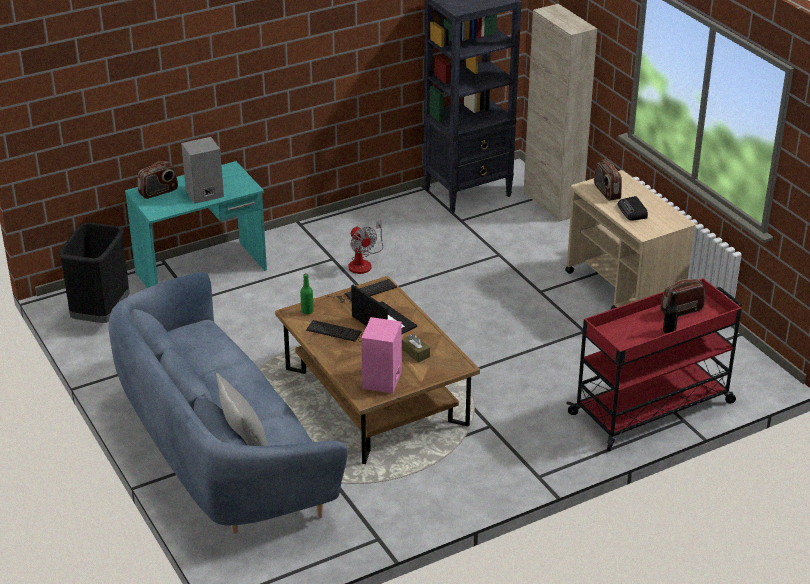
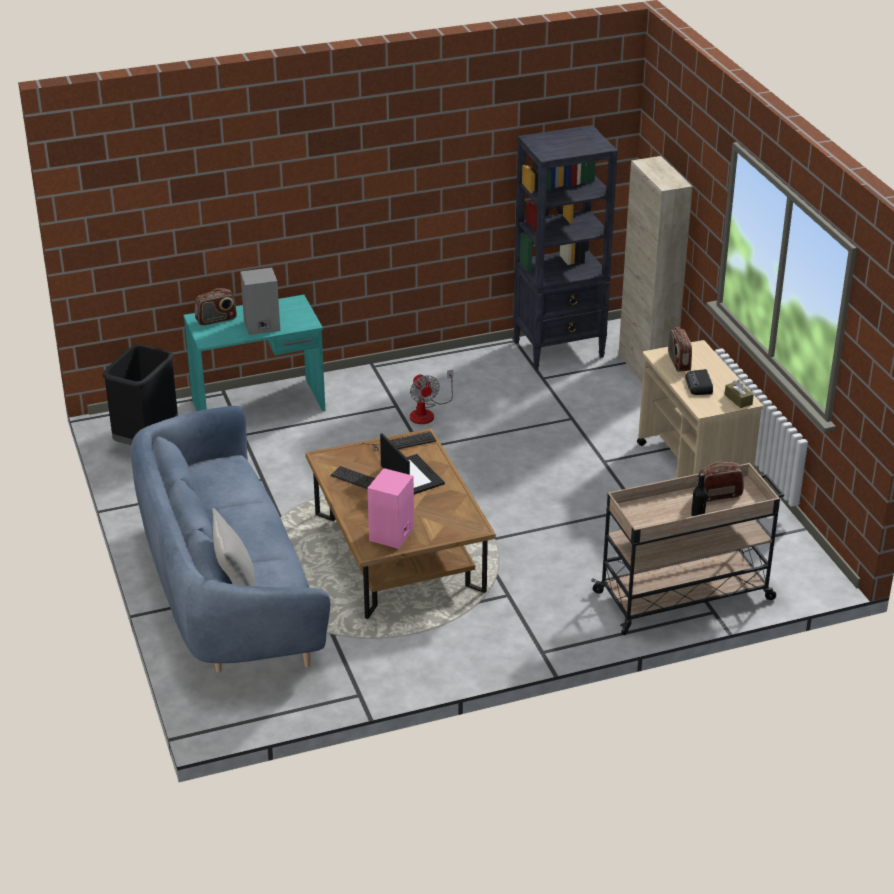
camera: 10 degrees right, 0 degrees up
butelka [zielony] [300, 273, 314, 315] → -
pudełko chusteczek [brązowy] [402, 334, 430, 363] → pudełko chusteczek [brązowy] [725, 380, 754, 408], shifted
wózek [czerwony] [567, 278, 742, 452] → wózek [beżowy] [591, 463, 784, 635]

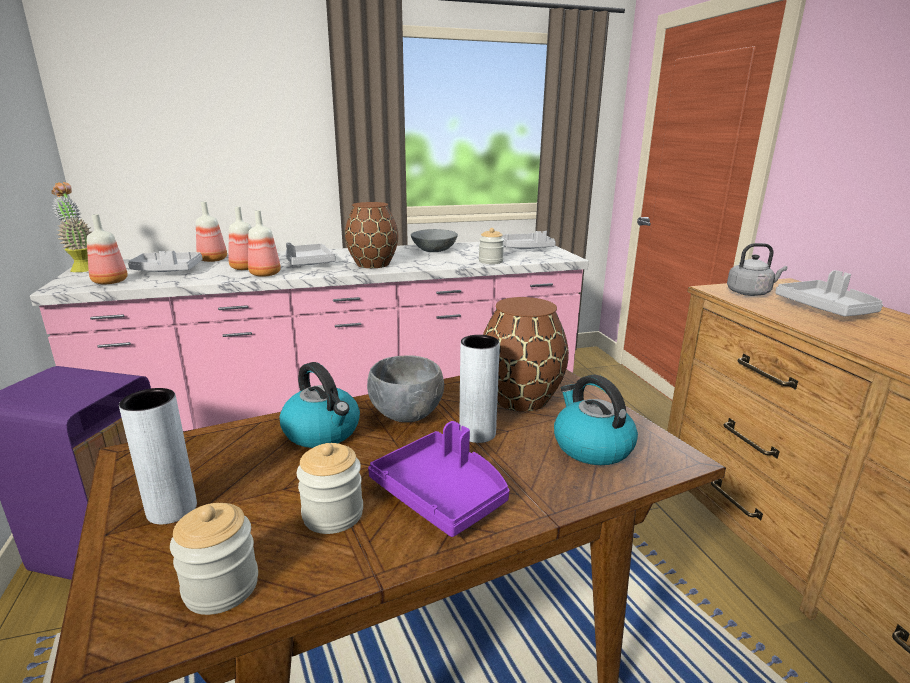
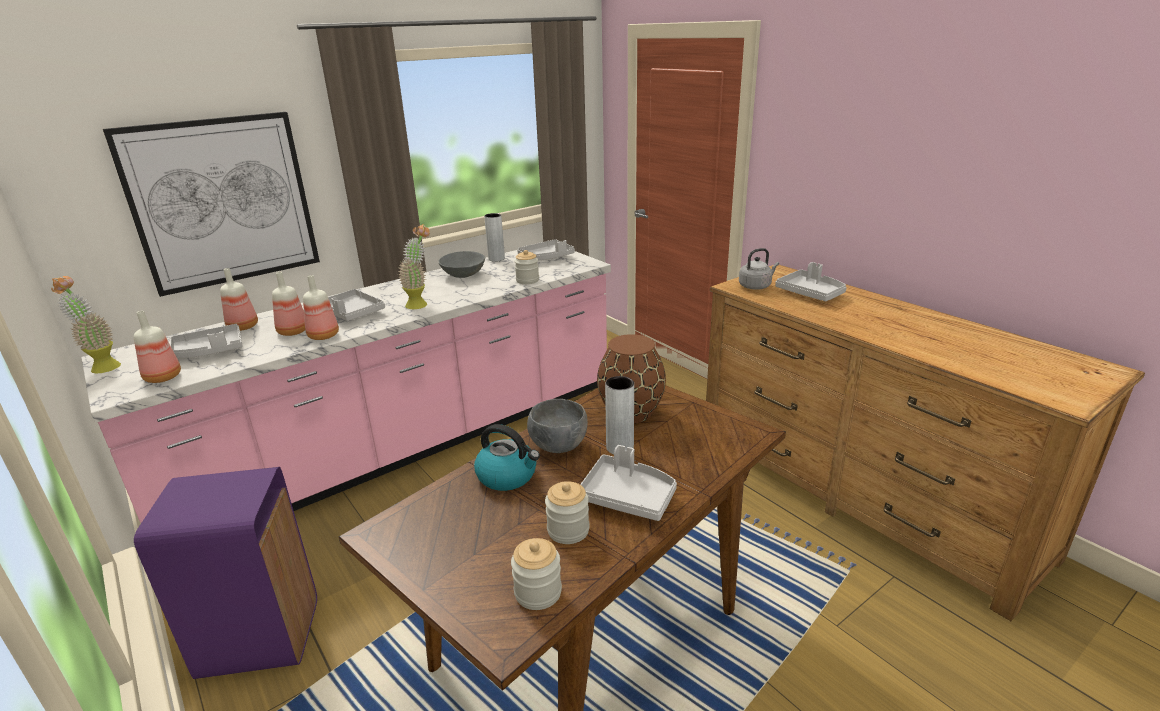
camera: 20 degrees left, 5 degrees up
czajnik [554, 375, 638, 465] → -
- → obraz [103, 112, 320, 297]
wazon [szary] [119, 388, 197, 524] → wazon [szary] [484, 213, 505, 262], shifted
wazon [brązowy] [345, 202, 398, 268] → roślina doniczkowa [398, 224, 430, 309]
taca [fioletowy] [368, 421, 509, 537] → taca [szary] [580, 445, 677, 521]

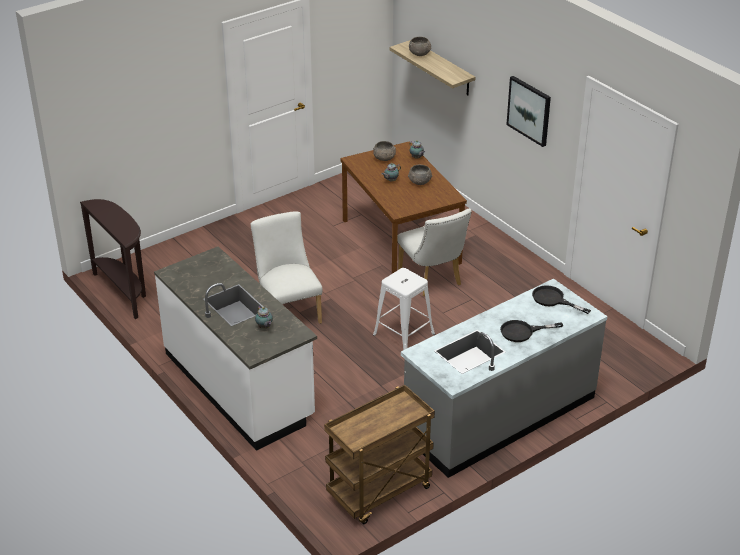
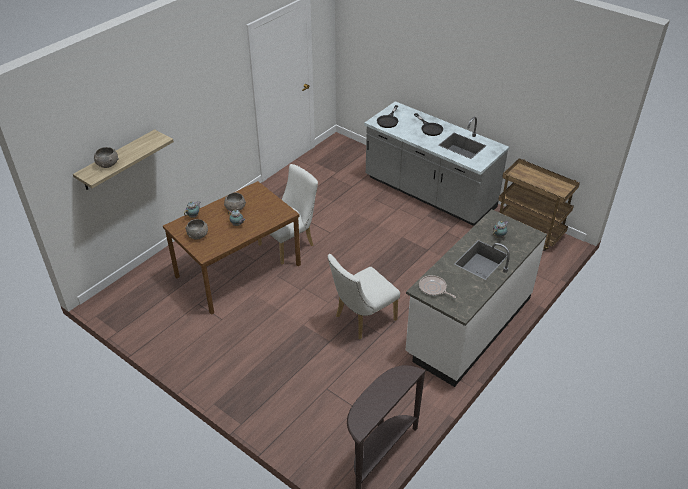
camera: 105 degrees left, 5 degrees up
stołek [biały] [373, 268, 435, 350] → -
obraz [506, 76, 551, 147] → -
- → patelnia [419, 275, 456, 298]

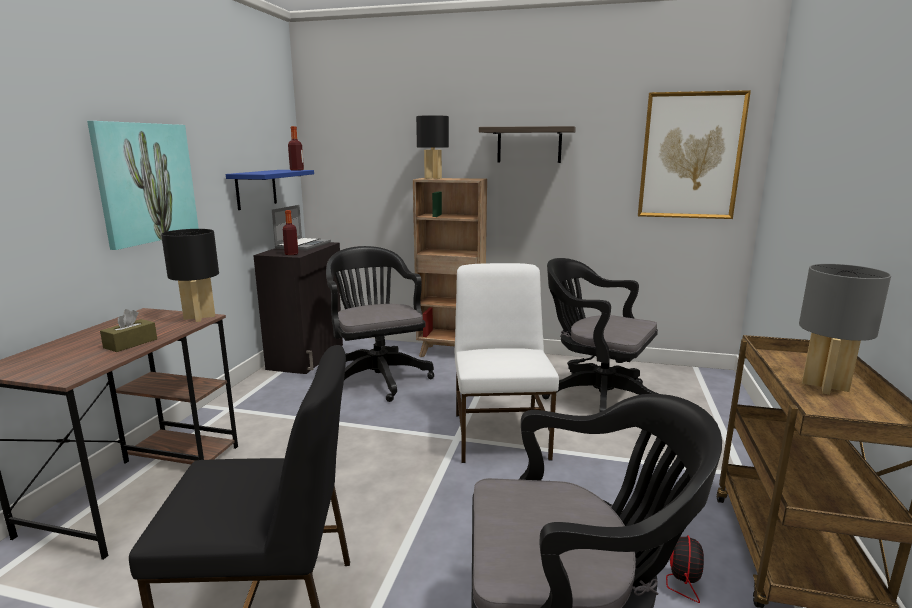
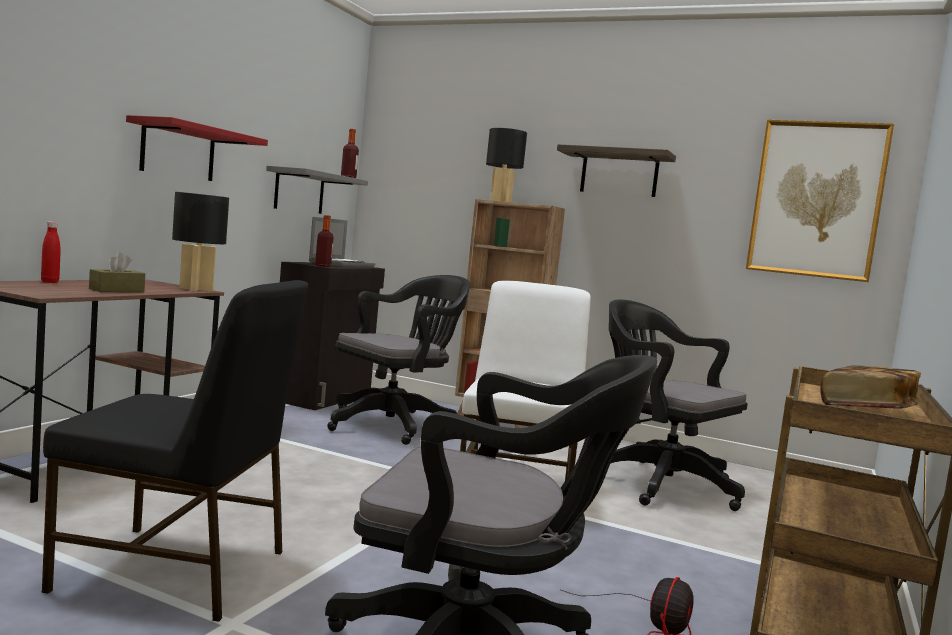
camera: 10 degrees right, 10 degrees down
- → butelka [czerwony] [41, 221, 61, 283]
obraz [87, 121, 199, 250] → półka [czerwony] [126, 115, 268, 181]
lampa stołowa [szary] [799, 264, 891, 395] → książka [820, 366, 921, 408]
półka [niebieski] [226, 170, 314, 210] → półka [szary] [266, 166, 368, 214]
krzesło biurowe [czarny] [326, 246, 435, 402] → krzesło biurowe [czarny] [327, 275, 470, 445], 60 degrees clockwise

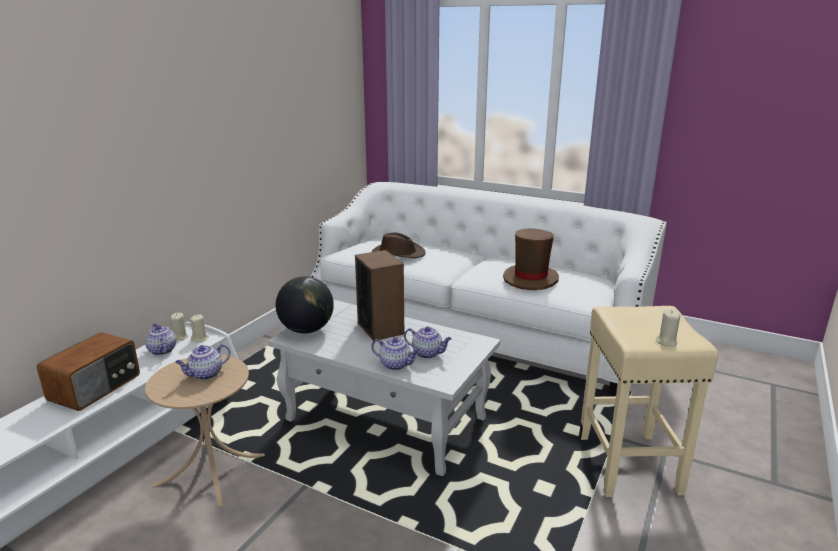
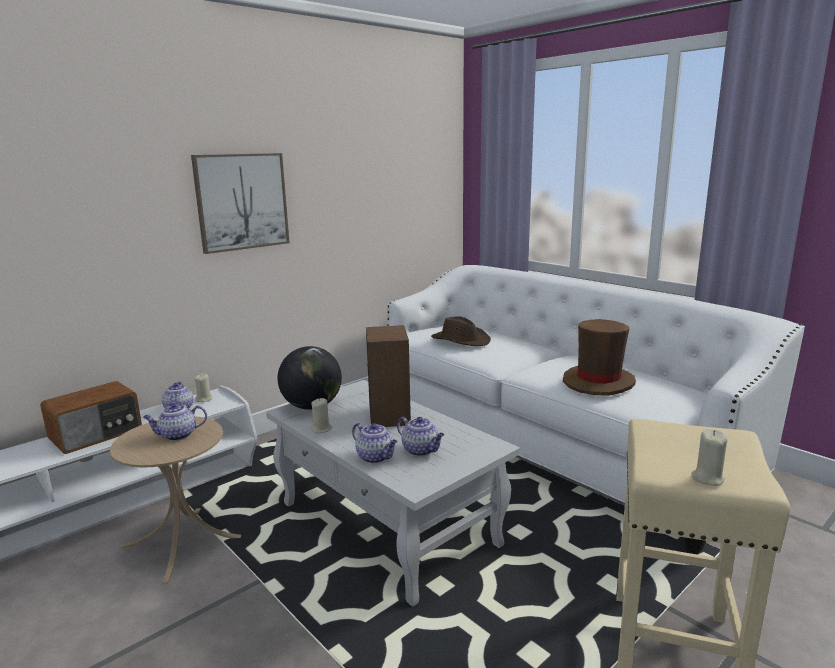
camera: 20 degrees right, 5 degrees down
- → obraz [191, 153, 290, 254]
świeca [beżowy] [190, 314, 209, 343] → świeca [beżowy] [311, 398, 332, 433], shifted

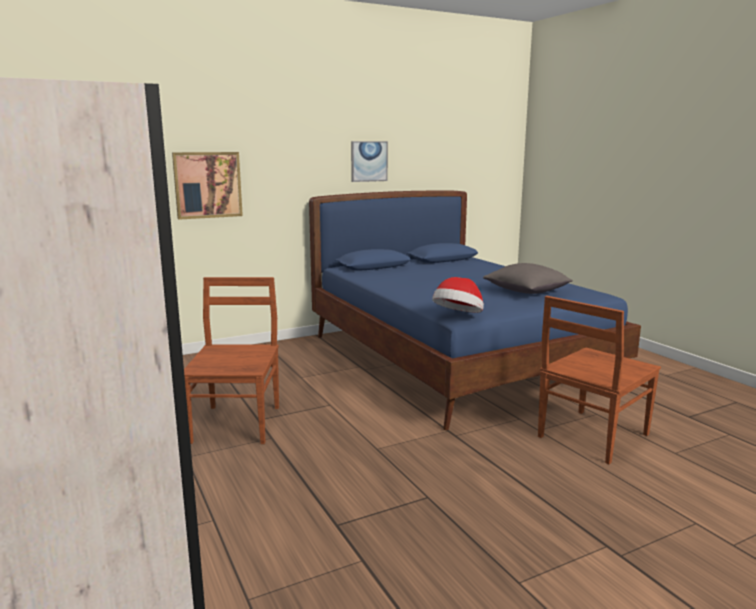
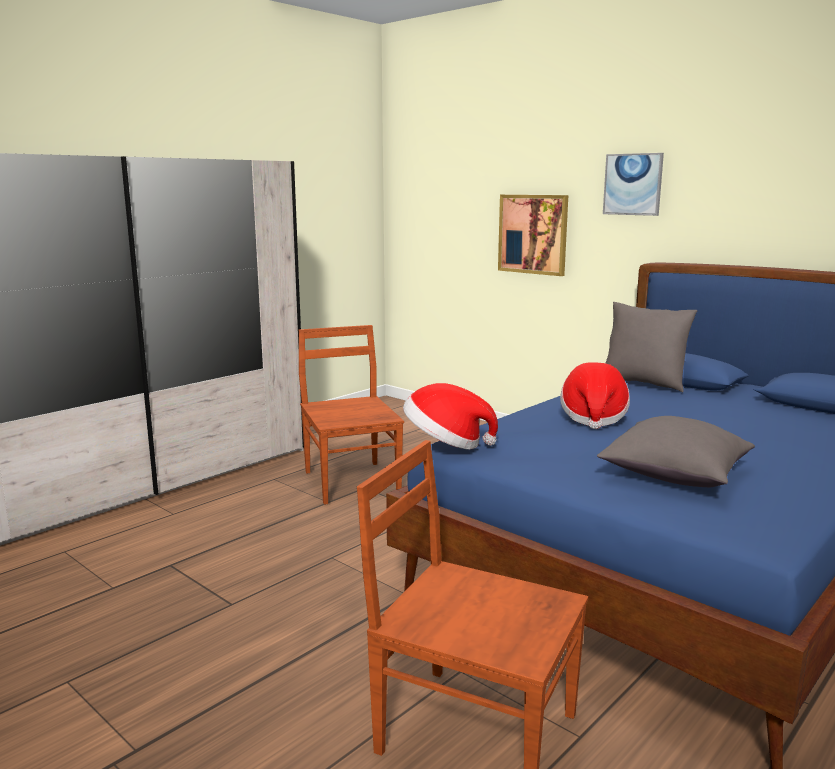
camera: 70 degrees right, 0 degrees up
- → kapelusz [560, 362, 630, 429]
- → poduszka [szary] [606, 302, 698, 393]
obraz [351, 141, 388, 182] → obraz [603, 153, 664, 216], shifted
krzesło [brązowy] [184, 277, 279, 444] → krzesło [brązowy] [299, 325, 404, 505], 90 degrees counterclockwise

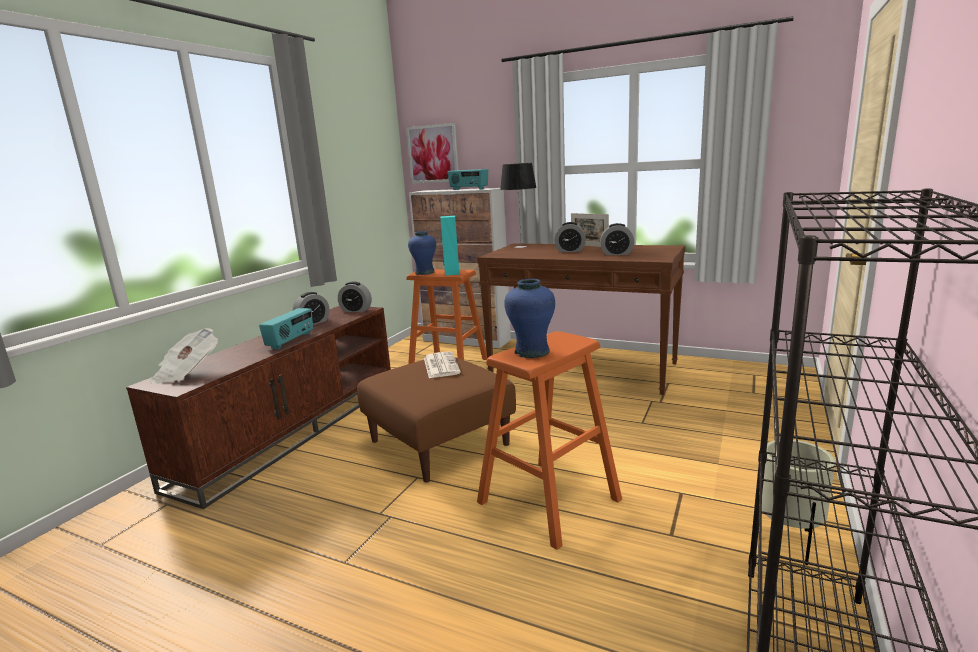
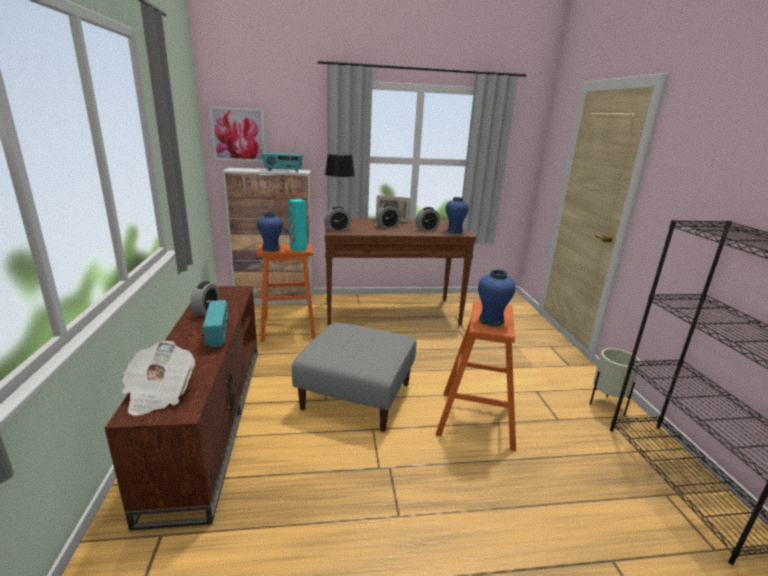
camera: 35 degrees left, 5 degrees up
gazeta [424, 351, 461, 378] → -
- → wazon [niebieski] [445, 197, 469, 234]
budzik [338, 282, 372, 312] → budzik [325, 206, 351, 231], shifted
pufa [brązowy] [357, 357, 516, 483] → pufa [szary] [292, 323, 416, 432]

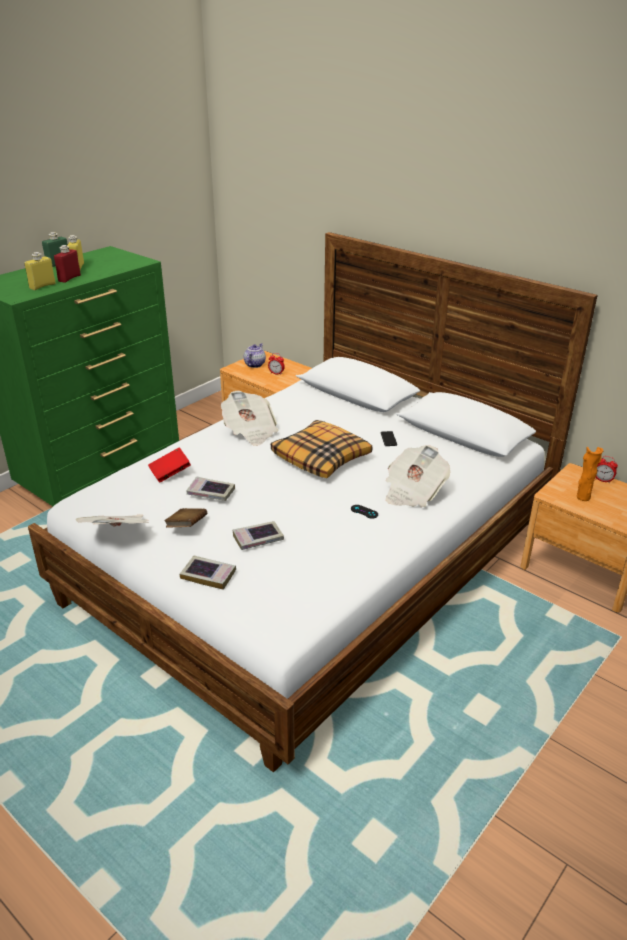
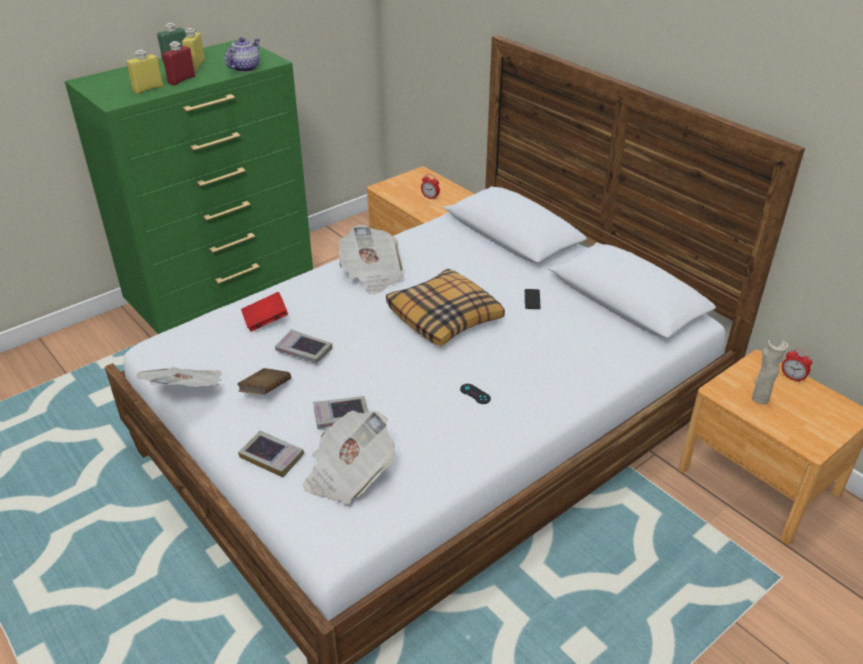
camera: 10 degrees right, 5 degrees up
imbryk [244, 343, 266, 368] → imbryk [225, 38, 260, 72], shifted
gazeta [385, 445, 450, 507] → gazeta [303, 411, 395, 505], shifted
wazon [pomarańczowy] [577, 447, 603, 501] → wazon [beżowy] [752, 340, 789, 404]

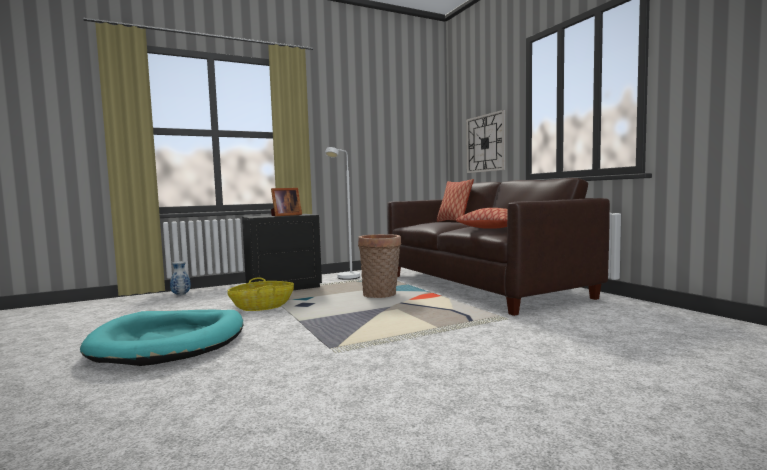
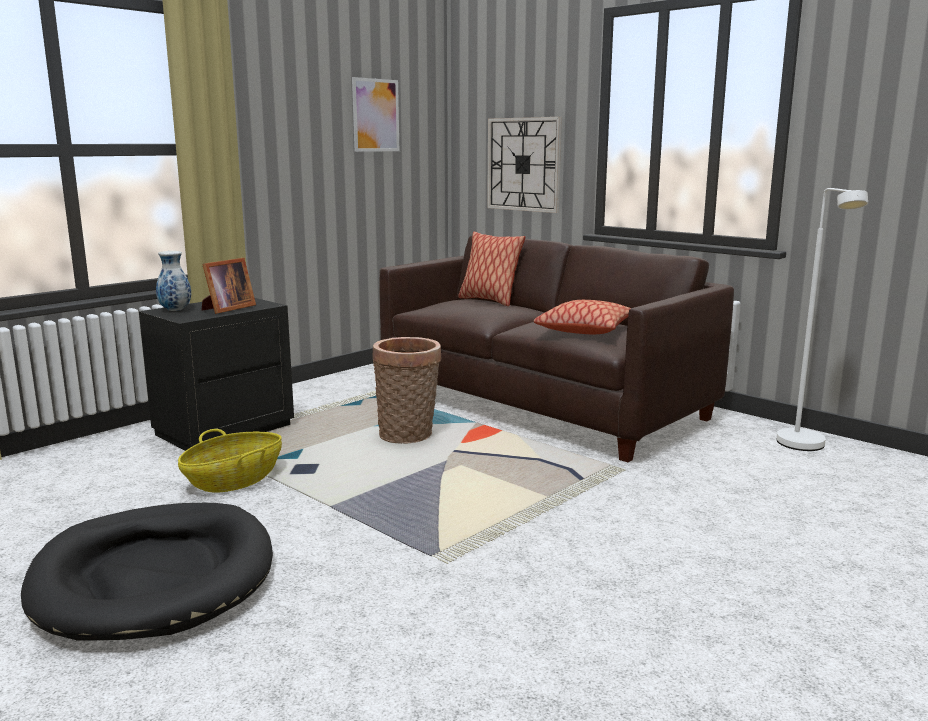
camera: 20 degrees left, 10 degrees up
- → obraz [352, 77, 399, 152]
wazon [170, 261, 191, 296] → wazon [156, 251, 191, 311], shifted
lampa stojąca [biały] [325, 147, 360, 280] → lampa stojąca [biały] [776, 188, 868, 451], shifted
legowisko [turkusowy] [80, 310, 243, 366] → legowisko [czarny] [21, 503, 273, 641]

